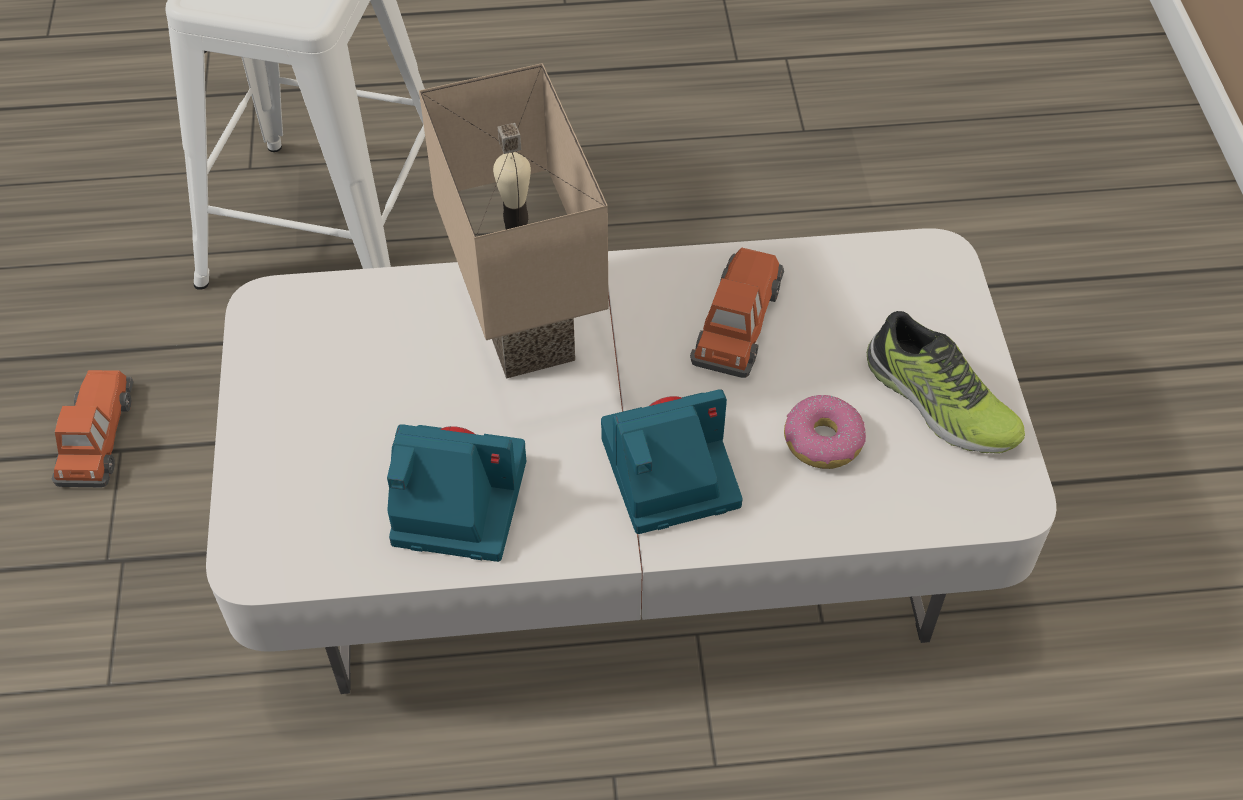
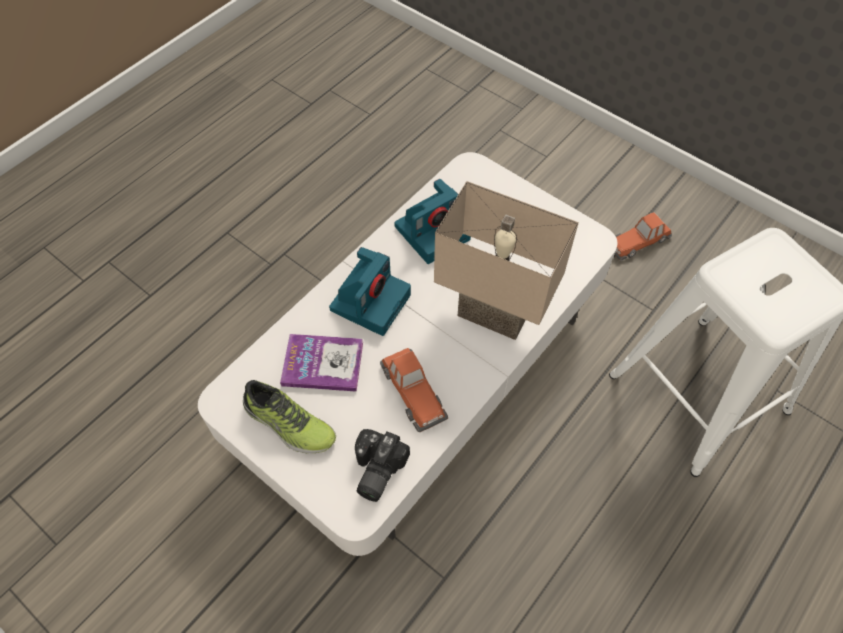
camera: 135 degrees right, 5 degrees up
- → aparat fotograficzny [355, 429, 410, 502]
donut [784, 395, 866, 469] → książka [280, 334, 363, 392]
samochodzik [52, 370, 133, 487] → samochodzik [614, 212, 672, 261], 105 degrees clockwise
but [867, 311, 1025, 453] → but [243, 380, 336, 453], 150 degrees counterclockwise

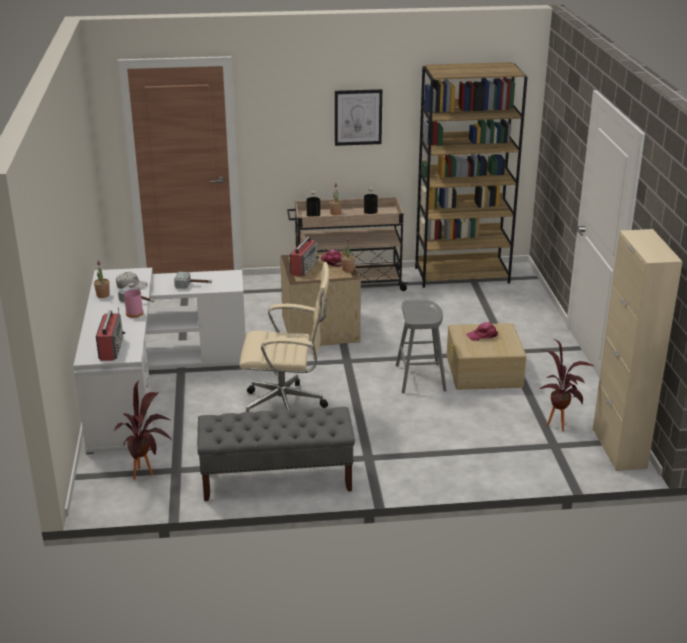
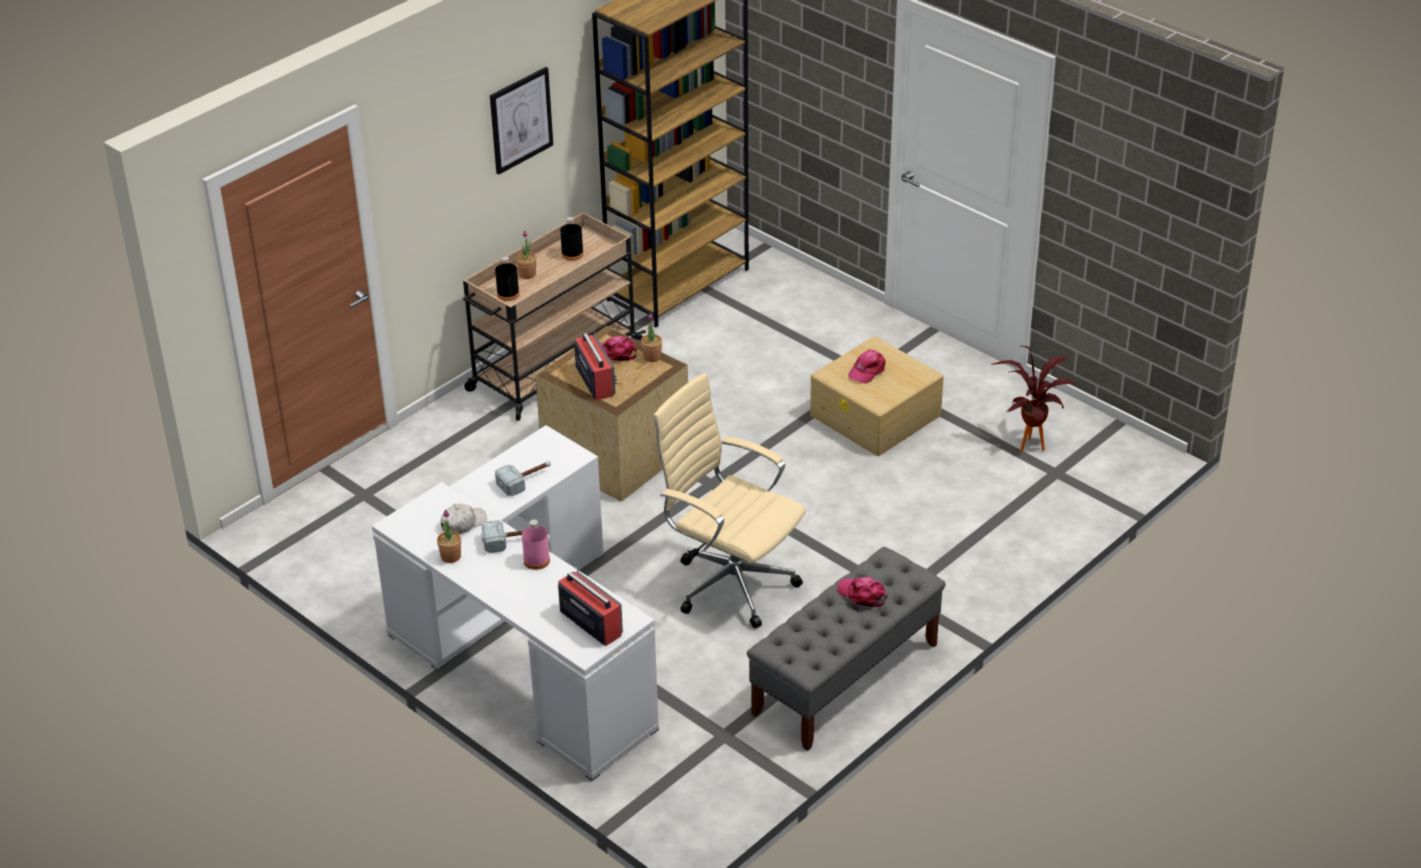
camera: 40 degrees left, 10 degrees up
roślina doniczkowa [114, 380, 172, 480] → -
stołek [szary] [396, 300, 447, 393] → -
szafka [beżowy] [593, 229, 683, 471] → -
- → czapka z daszkiem [różowy] [837, 577, 888, 607]
krzesło biurowe [beżowy] [239, 262, 329, 412] → krzesło biurowe [beżowy] [652, 373, 806, 628], 105 degrees counterclockwise

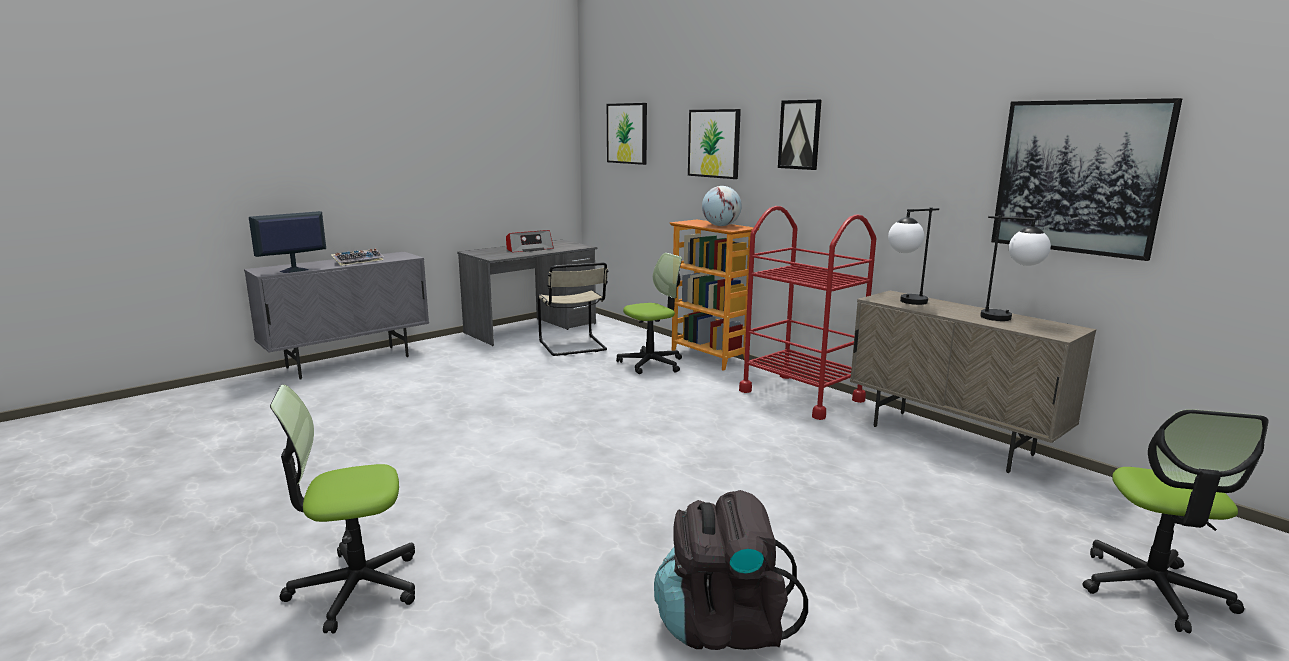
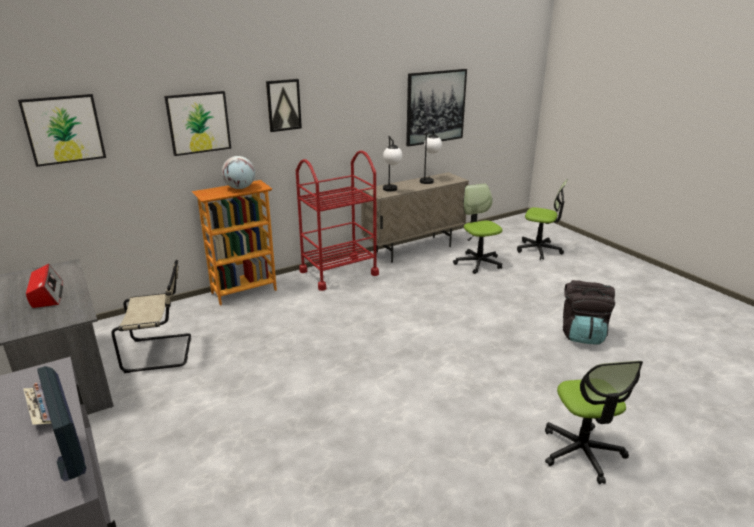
camera: 80 degrees left, 10 degrees up
krzesło biurowe [616, 253, 682, 374] → krzesło biurowe [453, 183, 503, 274], shifted

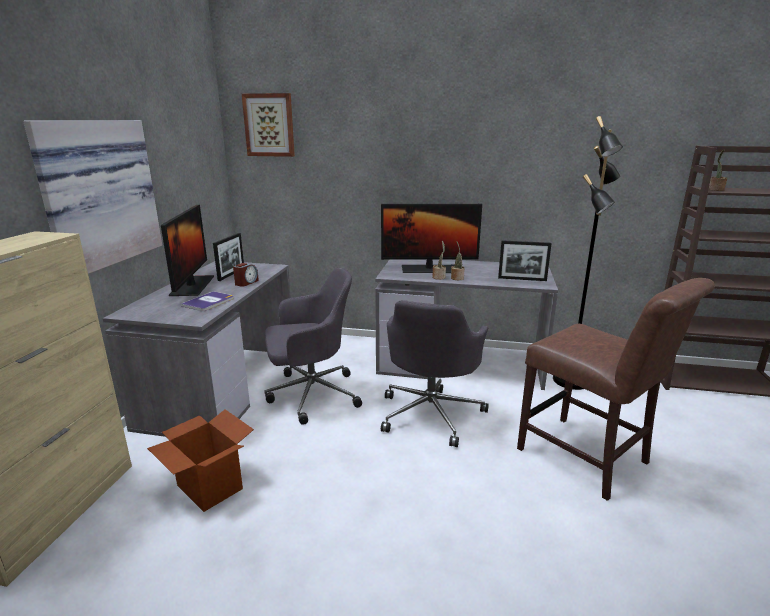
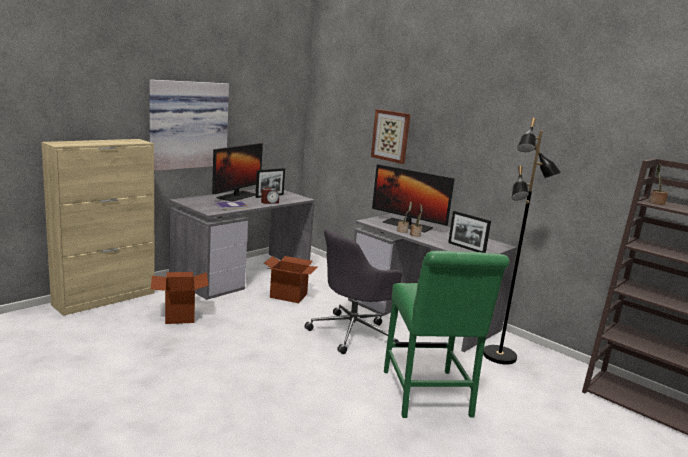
camera: 30 degrees right, 5 degrees down
obraz [242, 93, 295, 157] → obraz [371, 109, 411, 164], shifted
krzesło biurowe [szary] [265, 268, 362, 425] → karton [264, 256, 318, 303]
krzesło [brązowy] [517, 278, 715, 501] → krzesło [zielony] [384, 251, 509, 418]

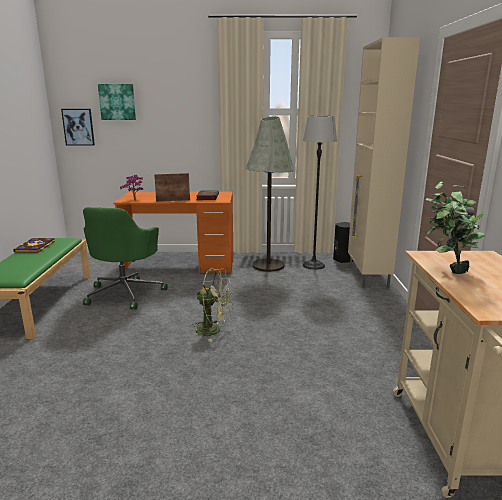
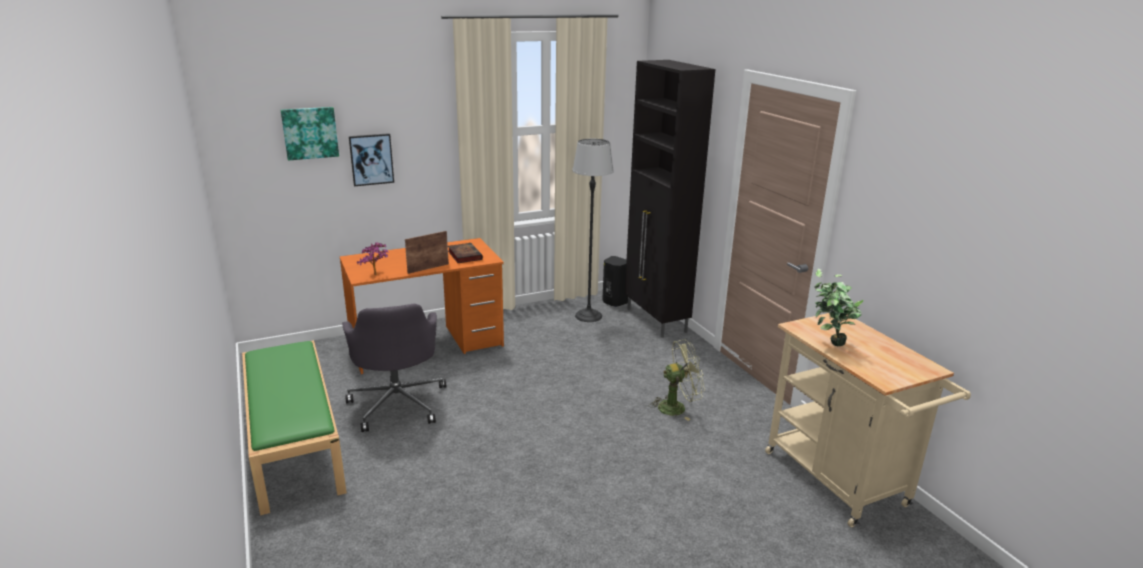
camera: 25 degrees left, 5 degrees up
książka [13, 238, 55, 253] → -
lampa stojąca [szary] [246, 117, 294, 272] → -
obraz [61, 109, 95, 146] → obraz [349, 133, 394, 186], shifted
wentylator [zielony] [192, 268, 233, 342] → wentylator [zielony] [648, 339, 705, 421], shifted
krzesło biurowe [zielony] [83, 207, 168, 309] → krzesło biurowe [szary] [342, 304, 446, 432]
szafka [beżowy] [348, 37, 420, 288] → szafka [czarny] [625, 60, 715, 338]

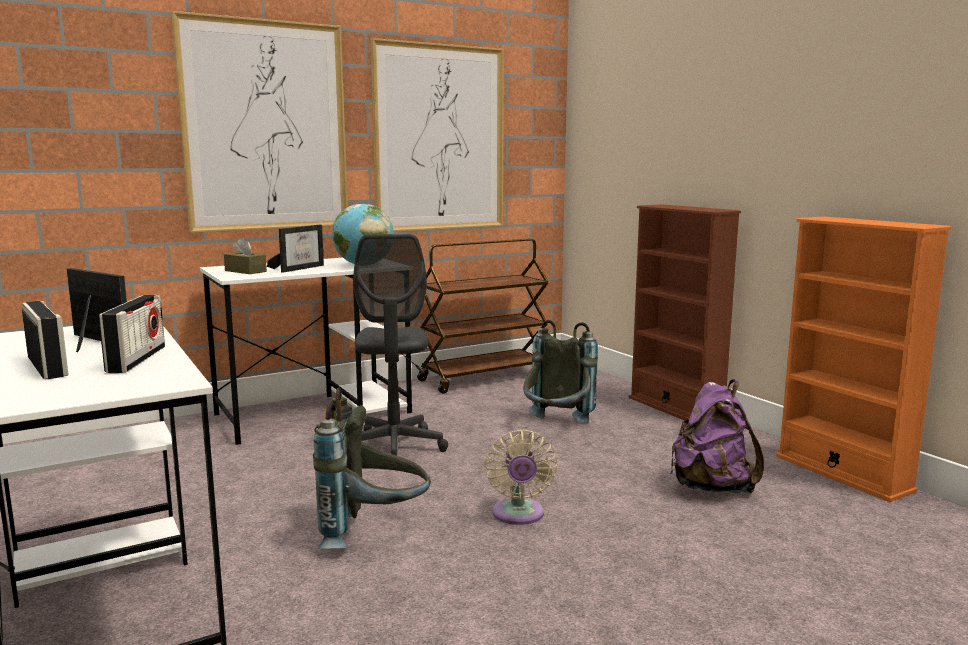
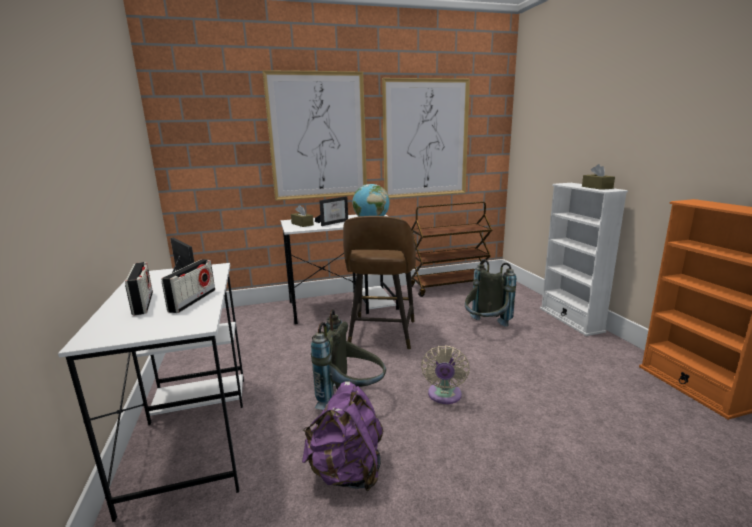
camera: 15 degrees right, 5 degrees up
- → pudełko chusteczek [brązowy] [582, 164, 615, 190]
plecak [fioletowy] [670, 379, 764, 493] → plecak [fioletowy] [302, 381, 383, 492], shifted
krzesło biurowe [szary] [353, 234, 448, 456] → stołek [brązowy] [343, 216, 416, 350]
regał [brązowy] [629, 204, 741, 420] → regał [biały] [540, 183, 628, 336]

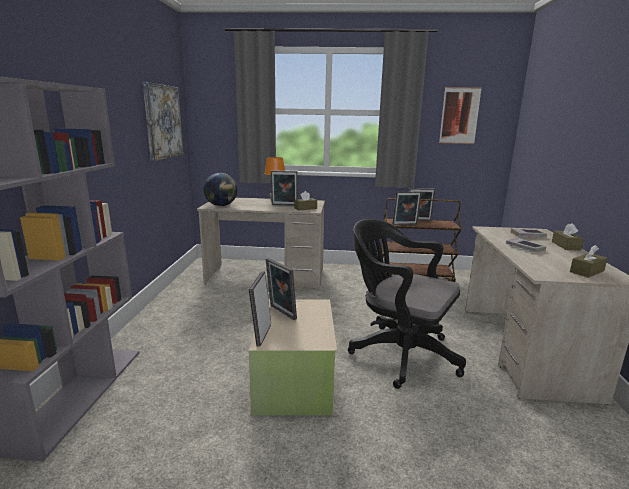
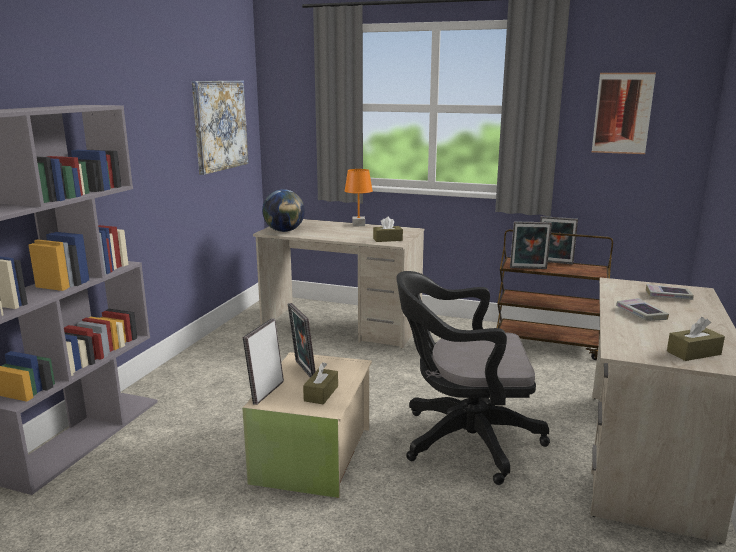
camera: 15 degrees right, 0 degrees up
ramka na zdjęcie [271, 170, 298, 206] → -
pudełko chusteczek [brązowy] [552, 223, 584, 251] → pudełko chusteczek [brązowy] [303, 362, 338, 405], shifted
krzesło biurowe [czarny] [348, 219, 466, 389] → krzesło biurowe [czarny] [396, 271, 550, 485], 45 degrees counterclockwise

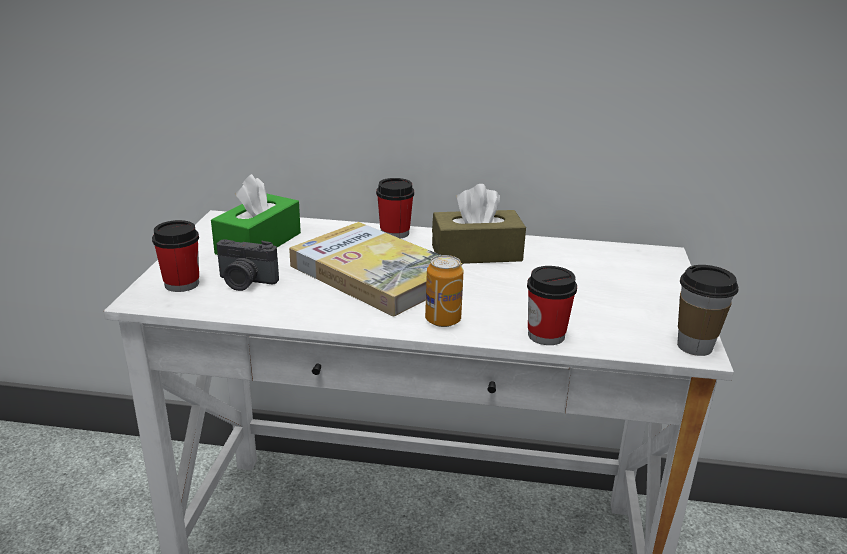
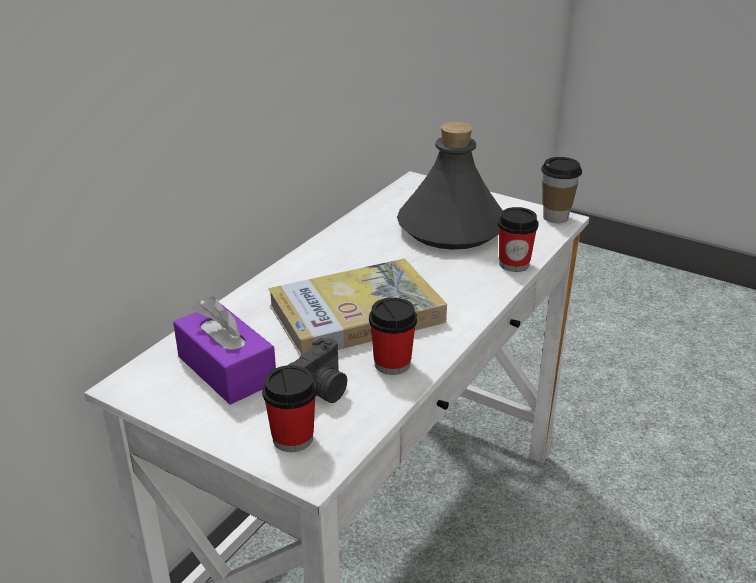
camera: 65 degrees left, 5 degrees up
puszka [425, 255, 463, 327] → -
pudełko chusteczek [brązowy] [432, 184, 526, 264] → -
- → butelka [szary] [397, 122, 503, 250]
filiżanka [376, 178, 414, 239] → filiżanka [369, 297, 417, 375], shifted
pudełko chusteczek [zielony] [211, 174, 301, 255] → pudełko chusteczek [fioletowy] [173, 297, 276, 405]

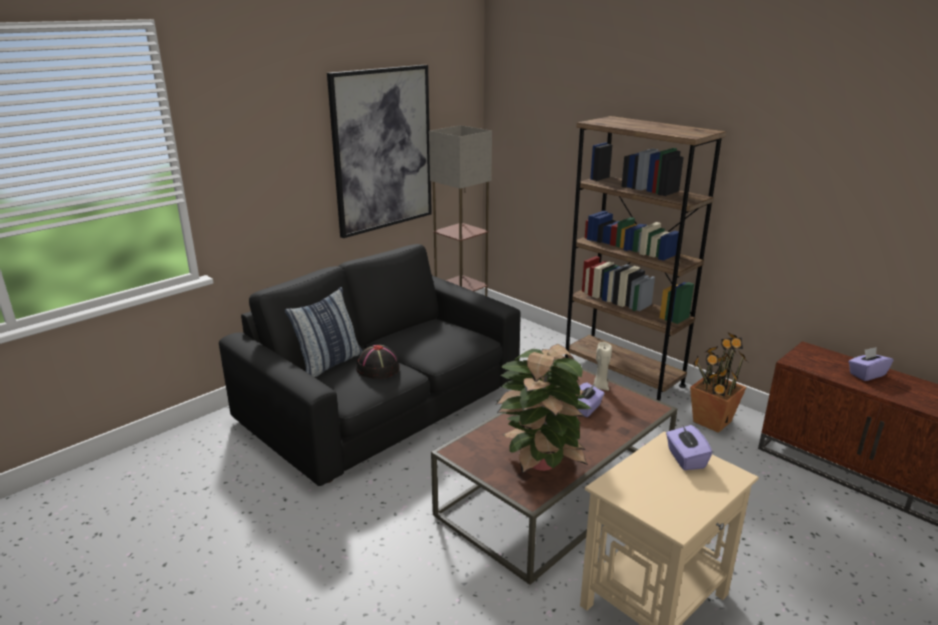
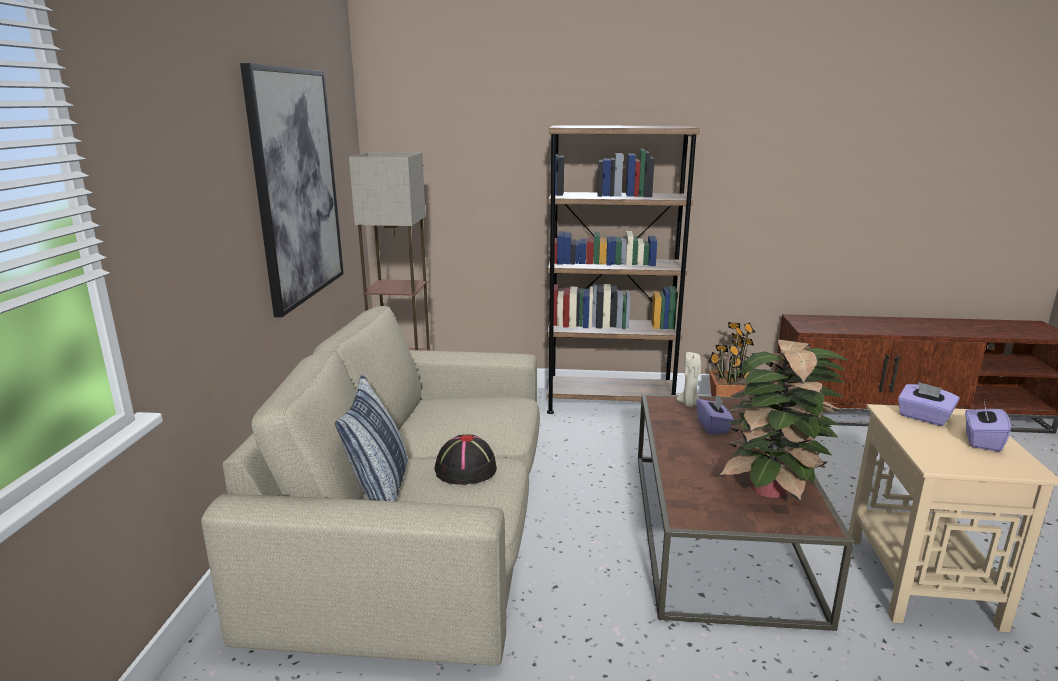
camera: 40 degrees left, 5 degrees down
pudełko chusteczek [fioletowy] [848, 347, 893, 381] → pudełko chusteczek [fioletowy] [965, 401, 1011, 452], shifted
kanapa [czarny] [219, 244, 520, 486] → kanapa [beżowy] [201, 306, 540, 666]

